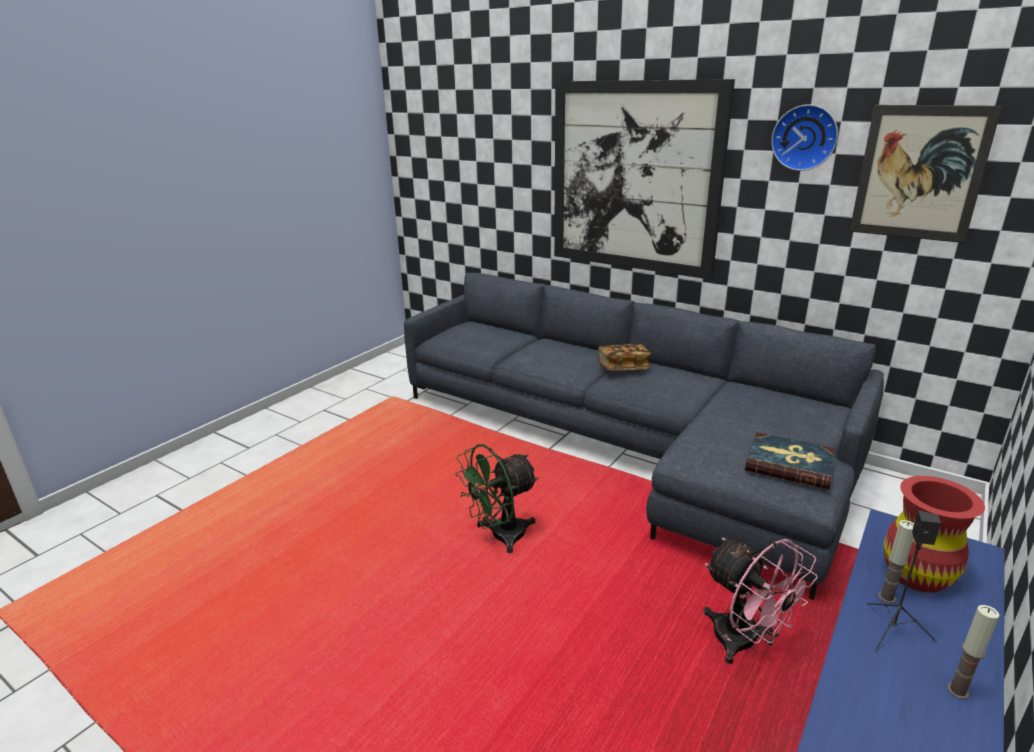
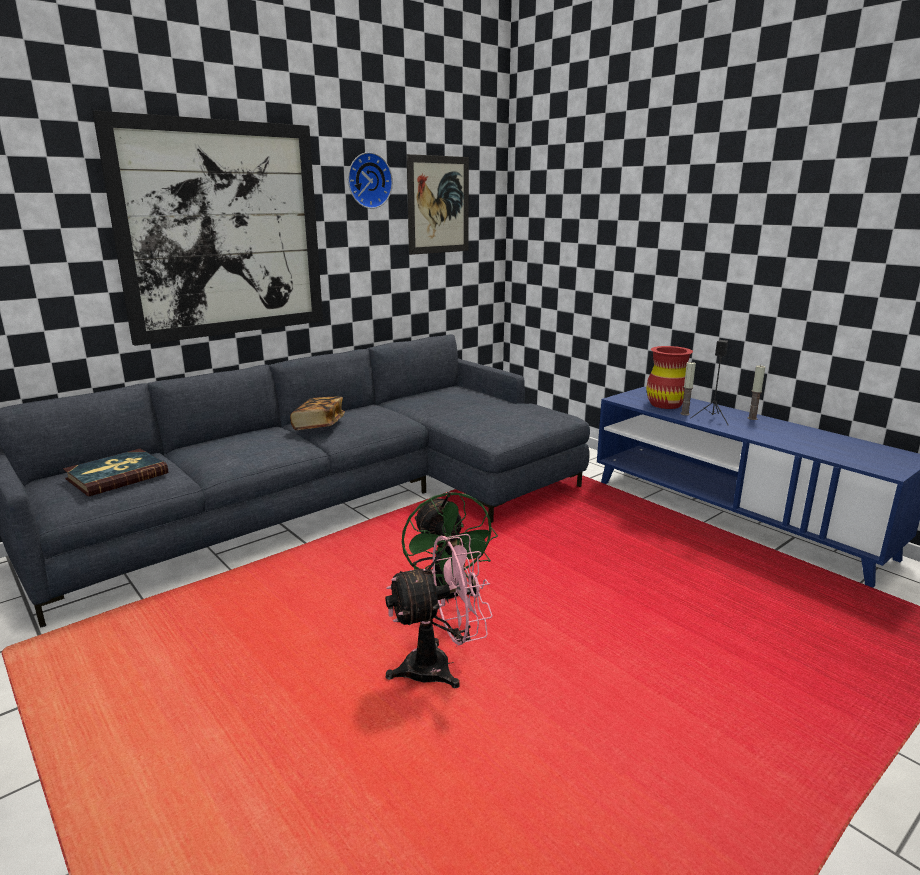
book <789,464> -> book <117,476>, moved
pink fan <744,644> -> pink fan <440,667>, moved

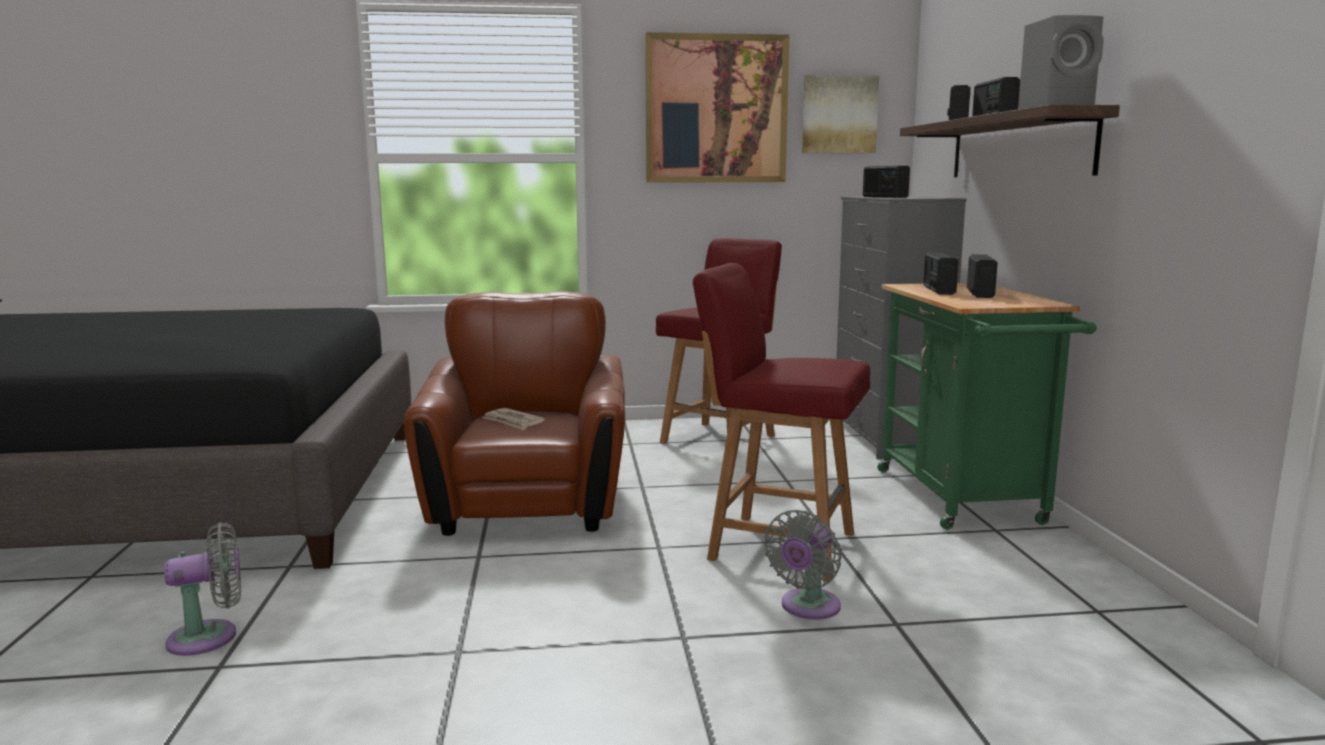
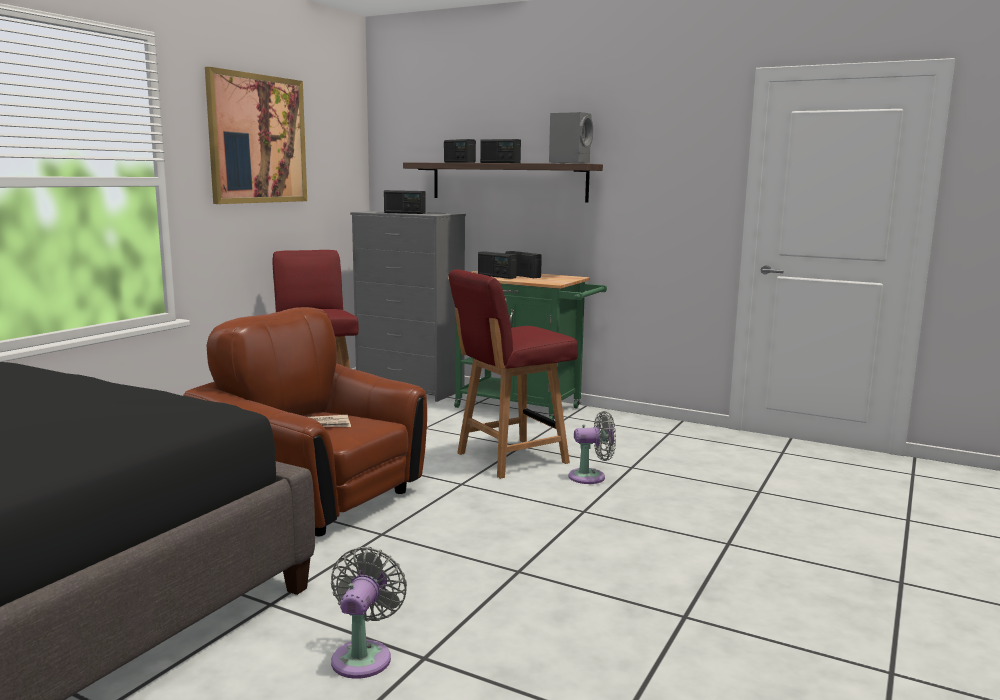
grey fan <807,608> -> grey fan <591,477>, 75 degrees counterclockwise
picture <839,114> -> none

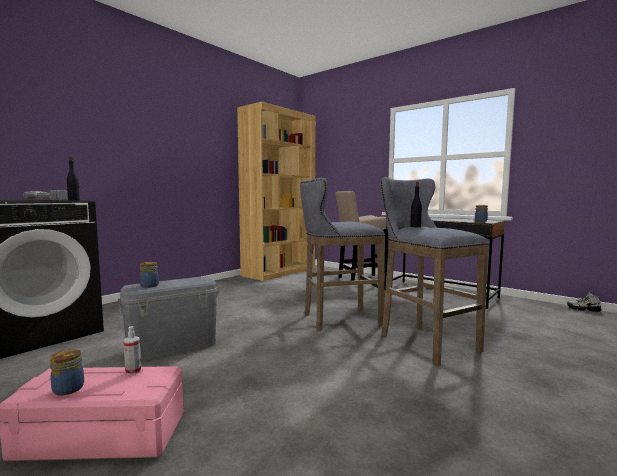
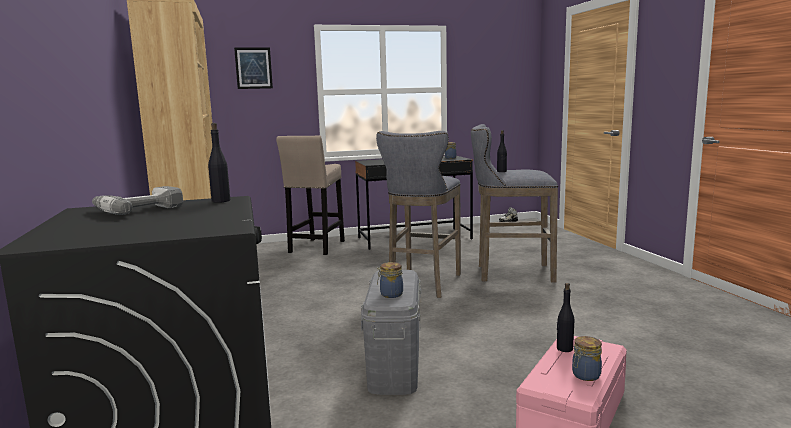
none -> picture <253,68>
spray bottle <133,371> -> black bottle <564,348>

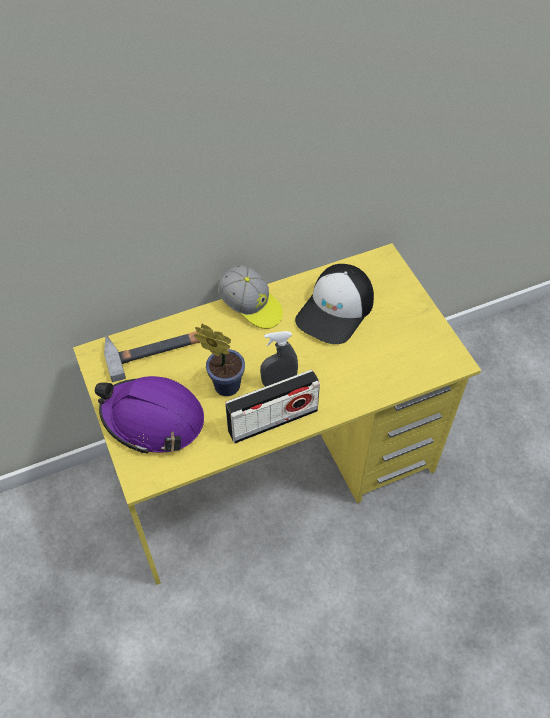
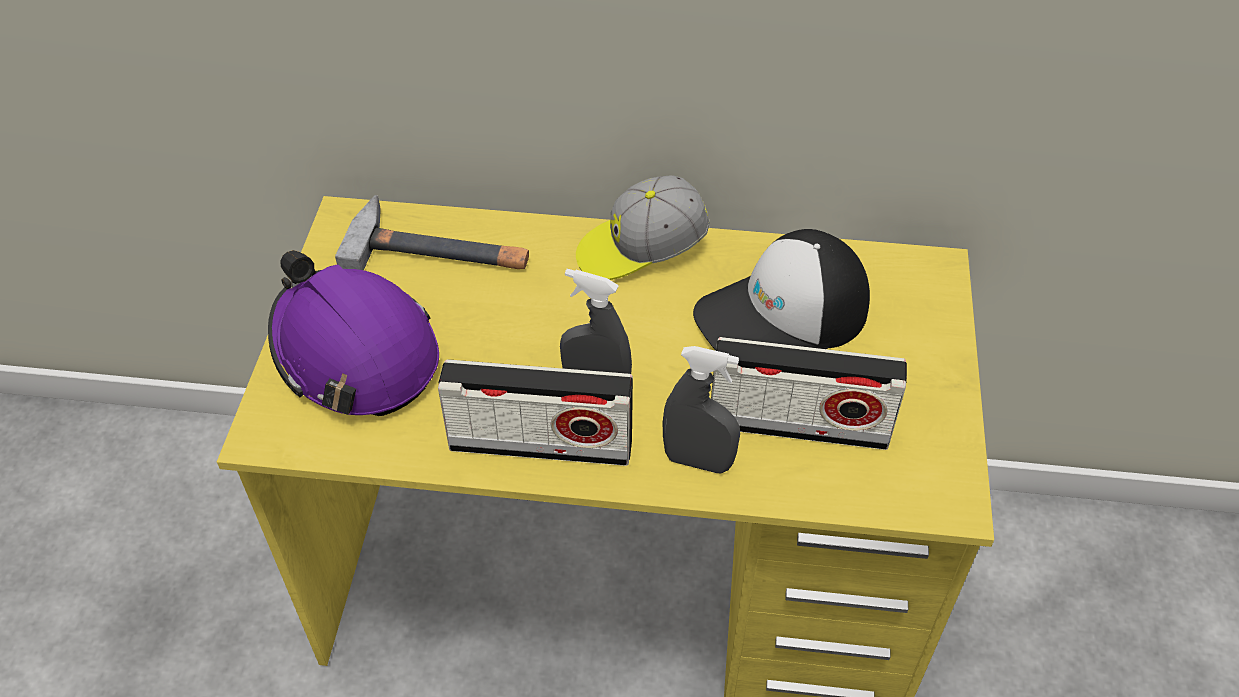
cap <251,306> -> cap <641,249>, 90 degrees clockwise
none -> grey spray bottle <698,461>
none -> radio <798,425>
potted plant <224,384> -> none

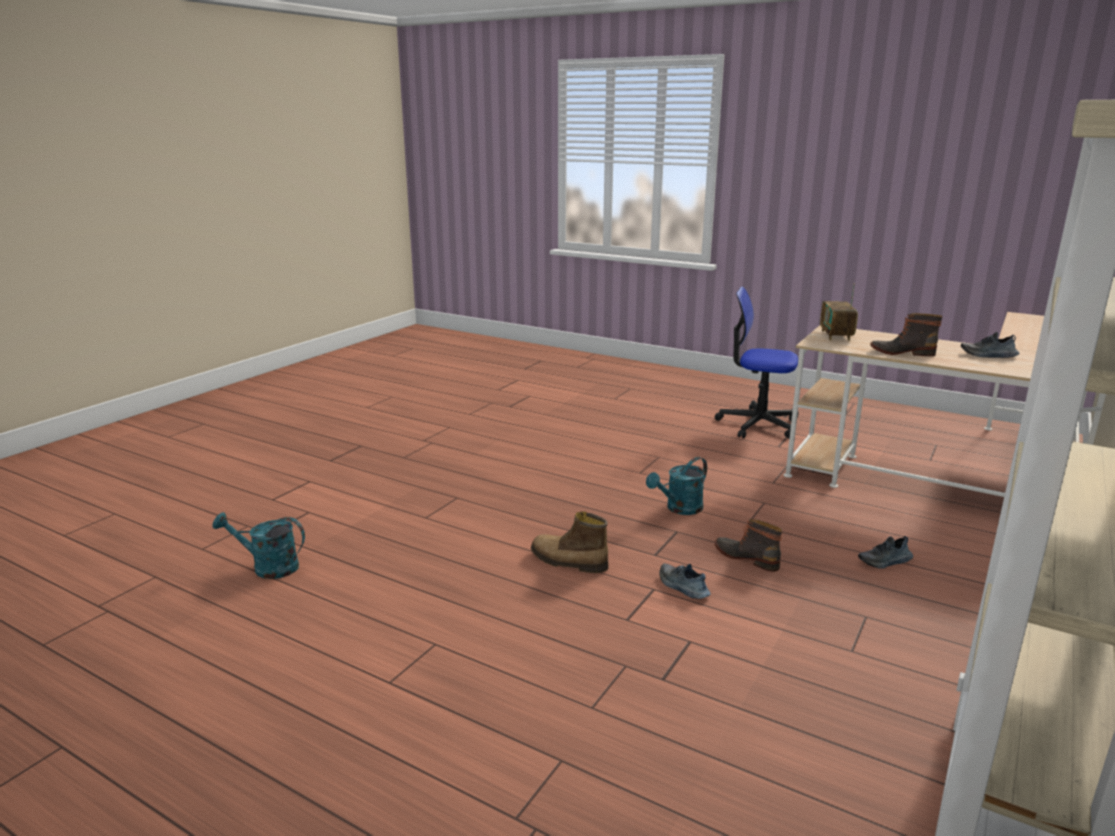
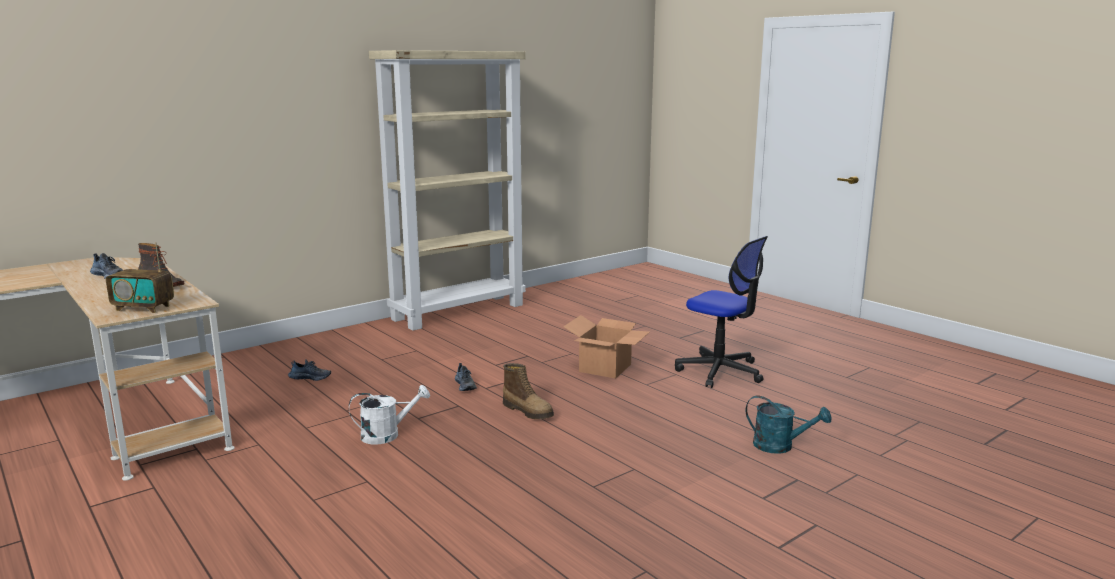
radio <836,335> -> radio <143,308>, 75 degrees clockwise
turquoise watering can <679,509> -> white watering can <387,435>
none -> cardboard box <605,367>
office chair <757,424> -> office chair <720,371>, moved
boot <747,557> -> none

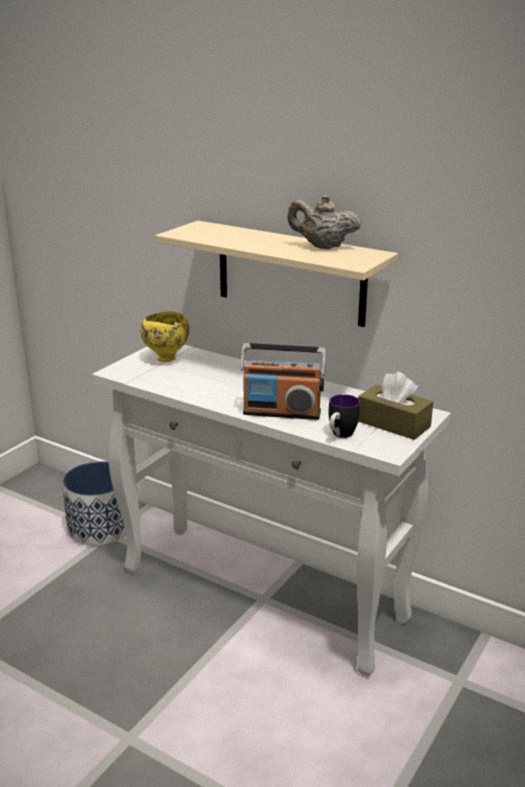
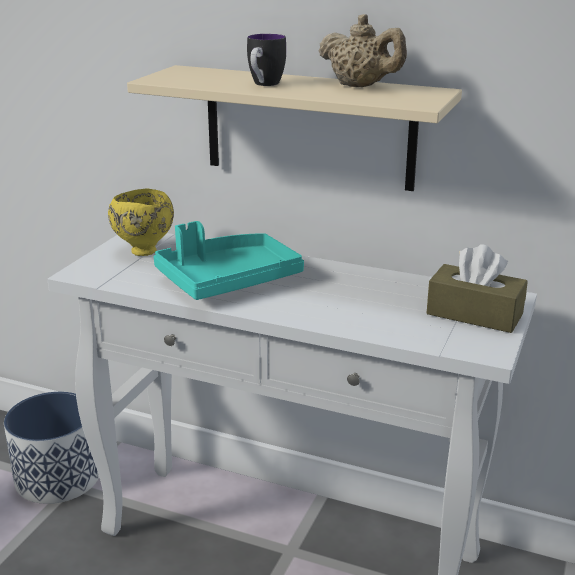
none -> turquoise tray <227,280>
mug <340,436> -> mug <264,85>, moved
beige teapot <322,247> -> beige teapot <361,86>, 150 degrees counterclockwise
radio <282,412> -> none

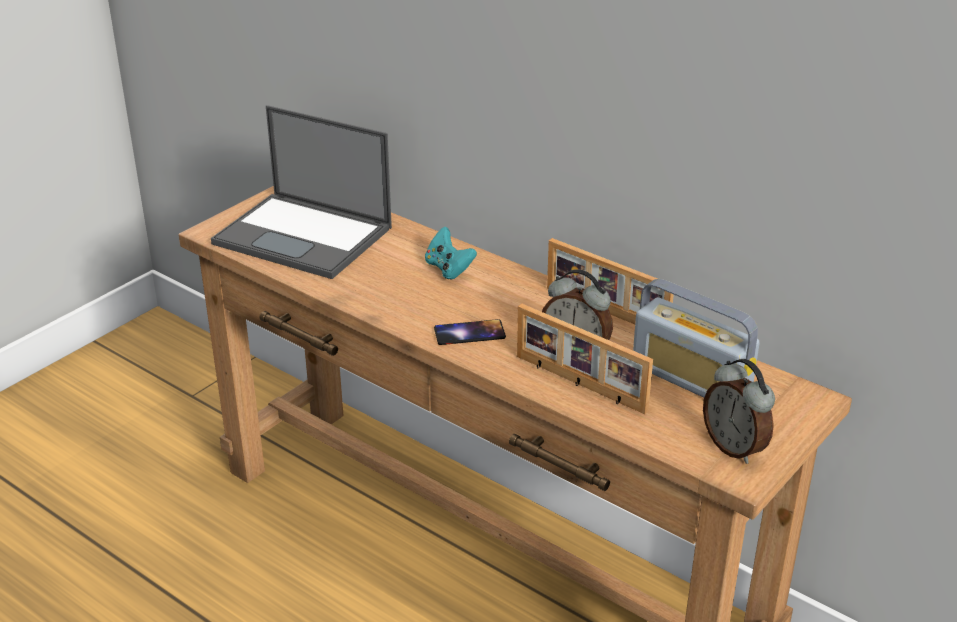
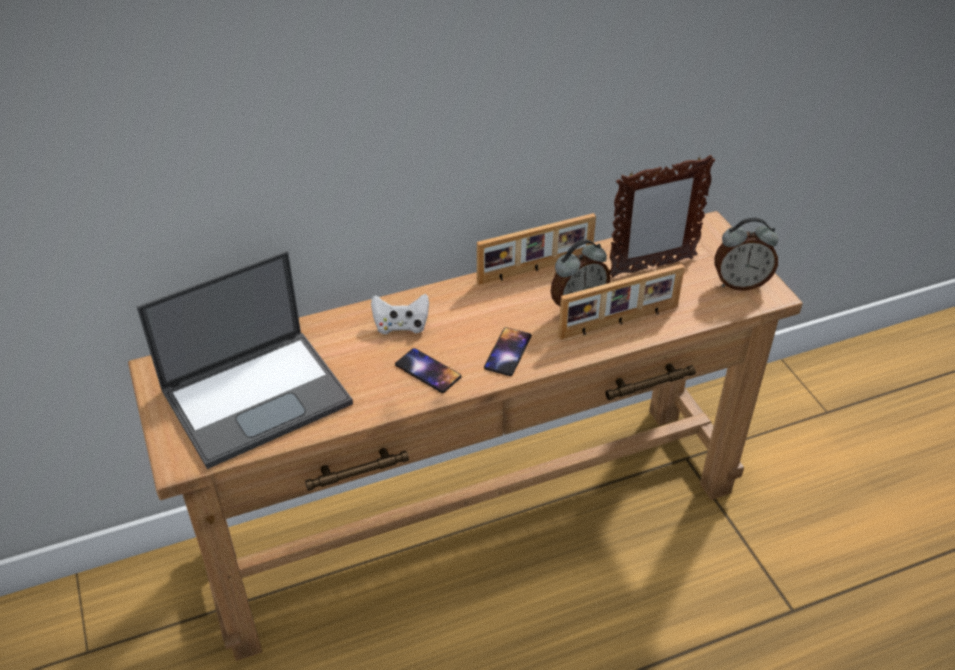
turquoise game controller <448,269> -> white game controller <401,326>
none -> phone <428,371>
radio <691,379> -> picture frame <651,267>

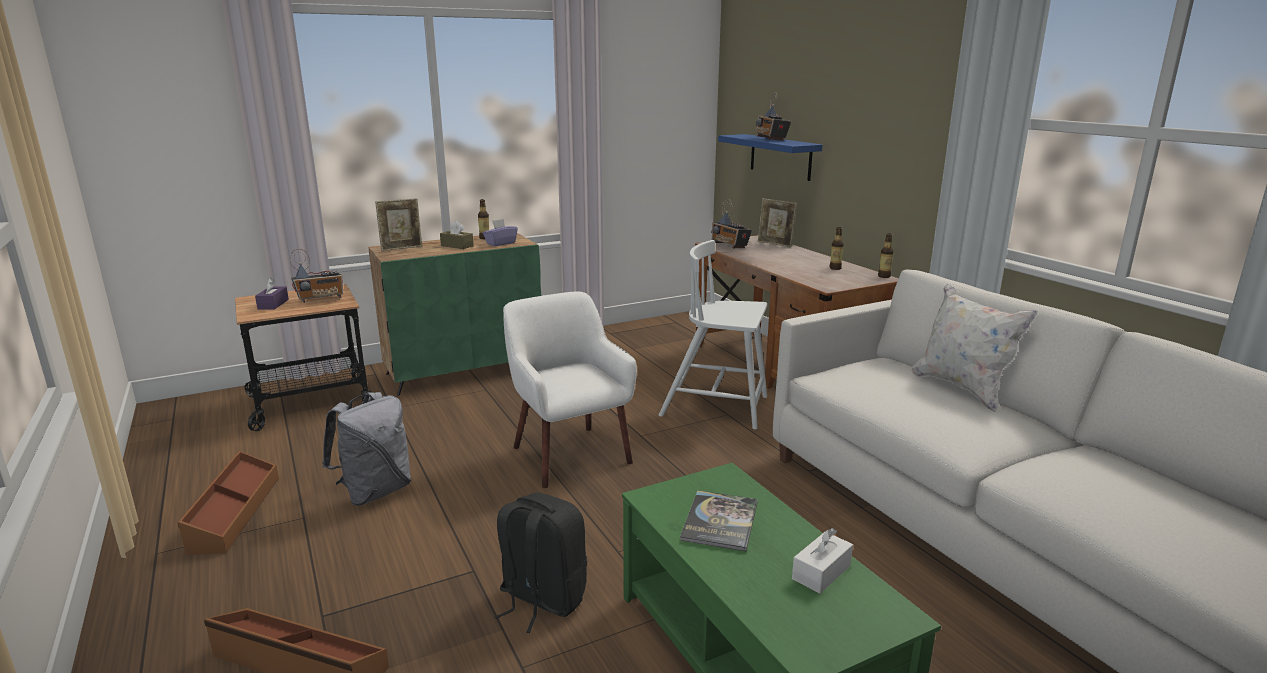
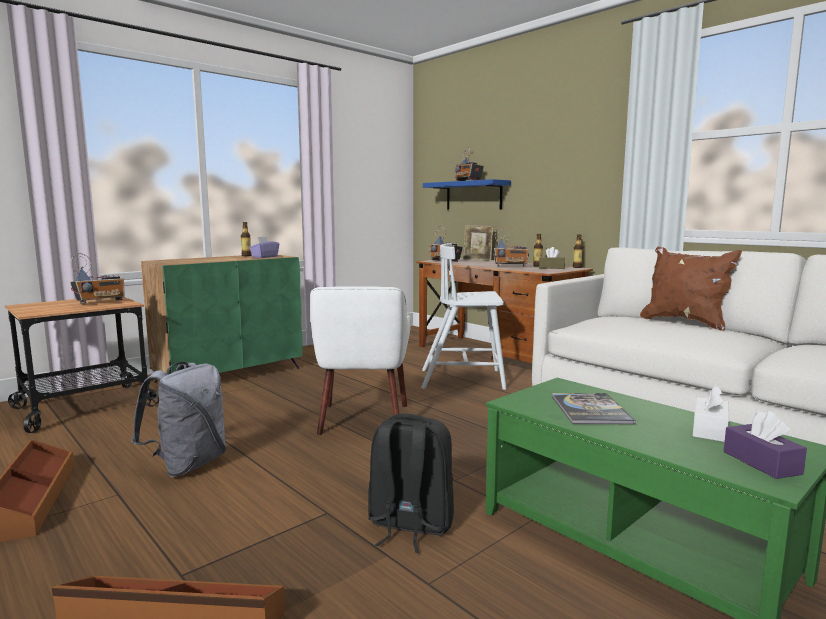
white armchair <569,454> -> white armchair <363,419>, 135 degrees counterclockwise
none -> radio <511,267>
brown tissue box <457,246> -> brown tissue box <551,268>, moved
white pillow <962,389> -> brown pillow <684,322>
purple tissue box <273,304> -> purple tissue box <761,462>, moved
picture frame <402,248> -> none

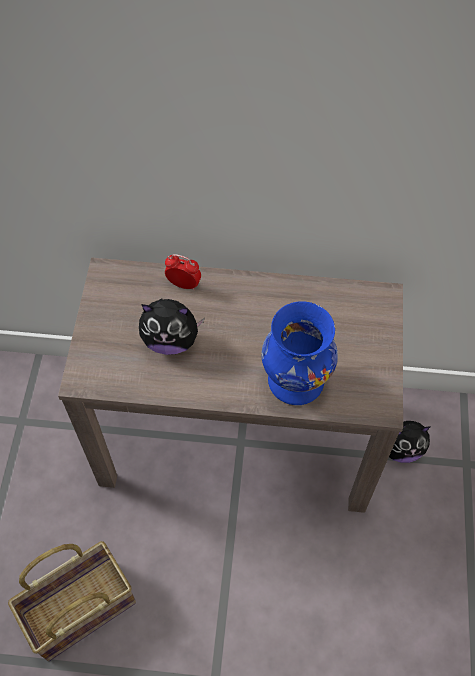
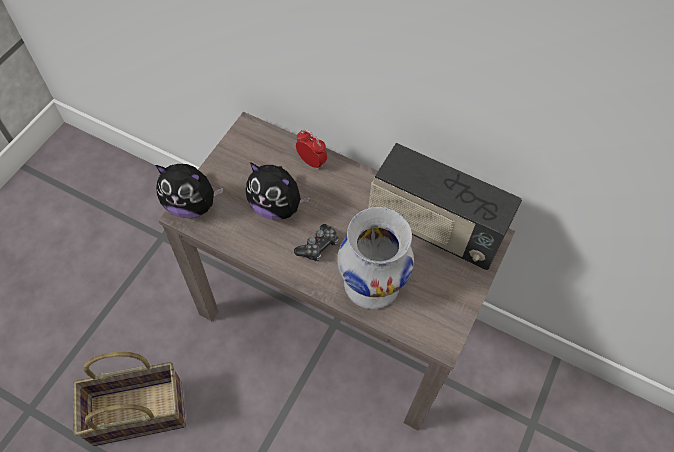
plush toy <401,448> -> plush toy <192,205>, moved
none -> game controller <318,246>
blue vase <295,382> -> white vase <371,285>
none -> radio <434,228>

